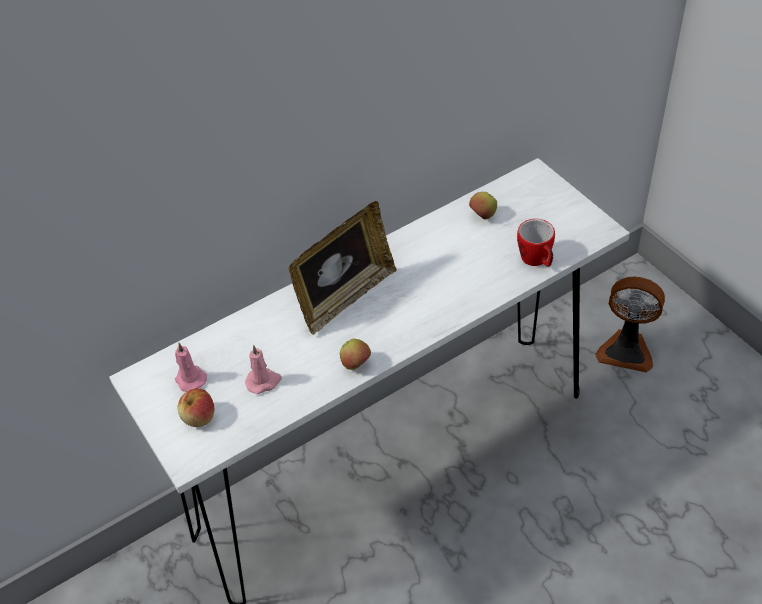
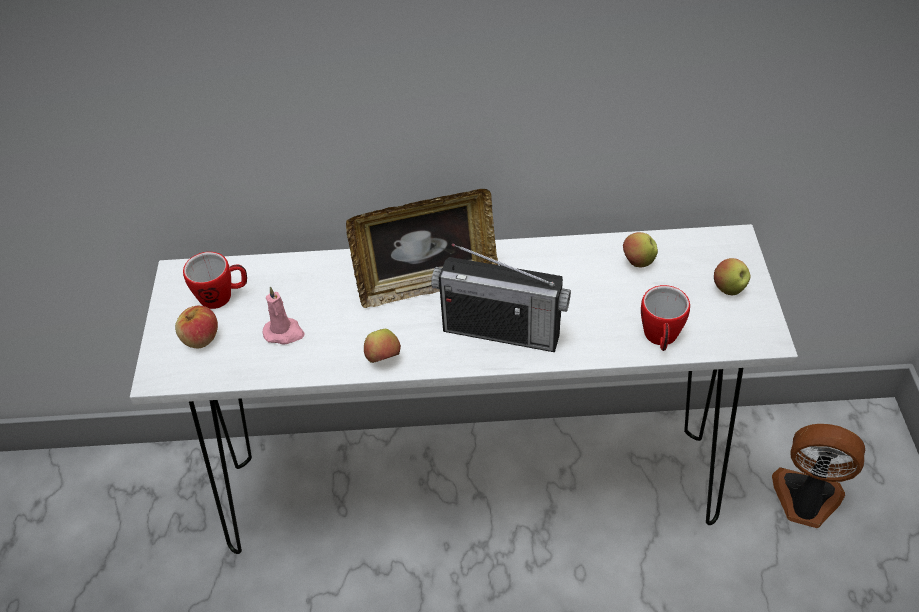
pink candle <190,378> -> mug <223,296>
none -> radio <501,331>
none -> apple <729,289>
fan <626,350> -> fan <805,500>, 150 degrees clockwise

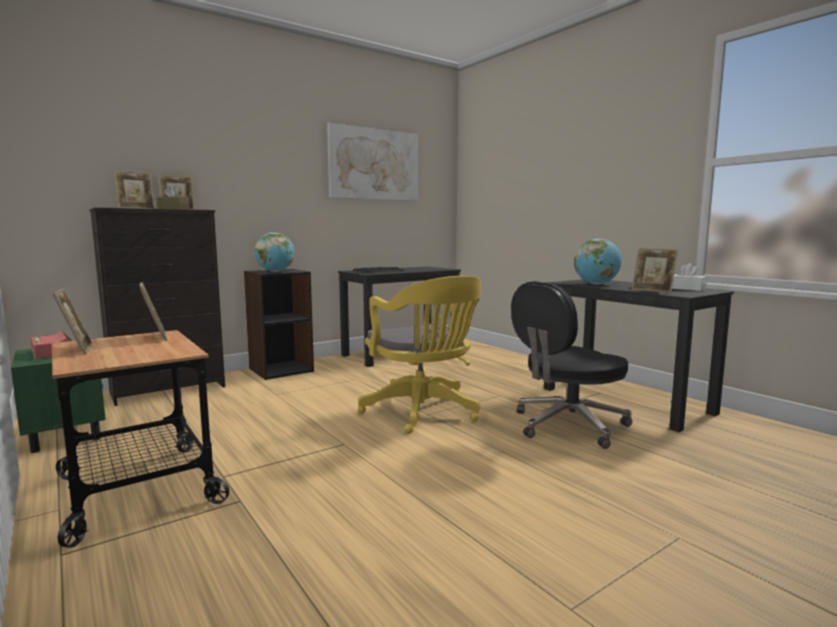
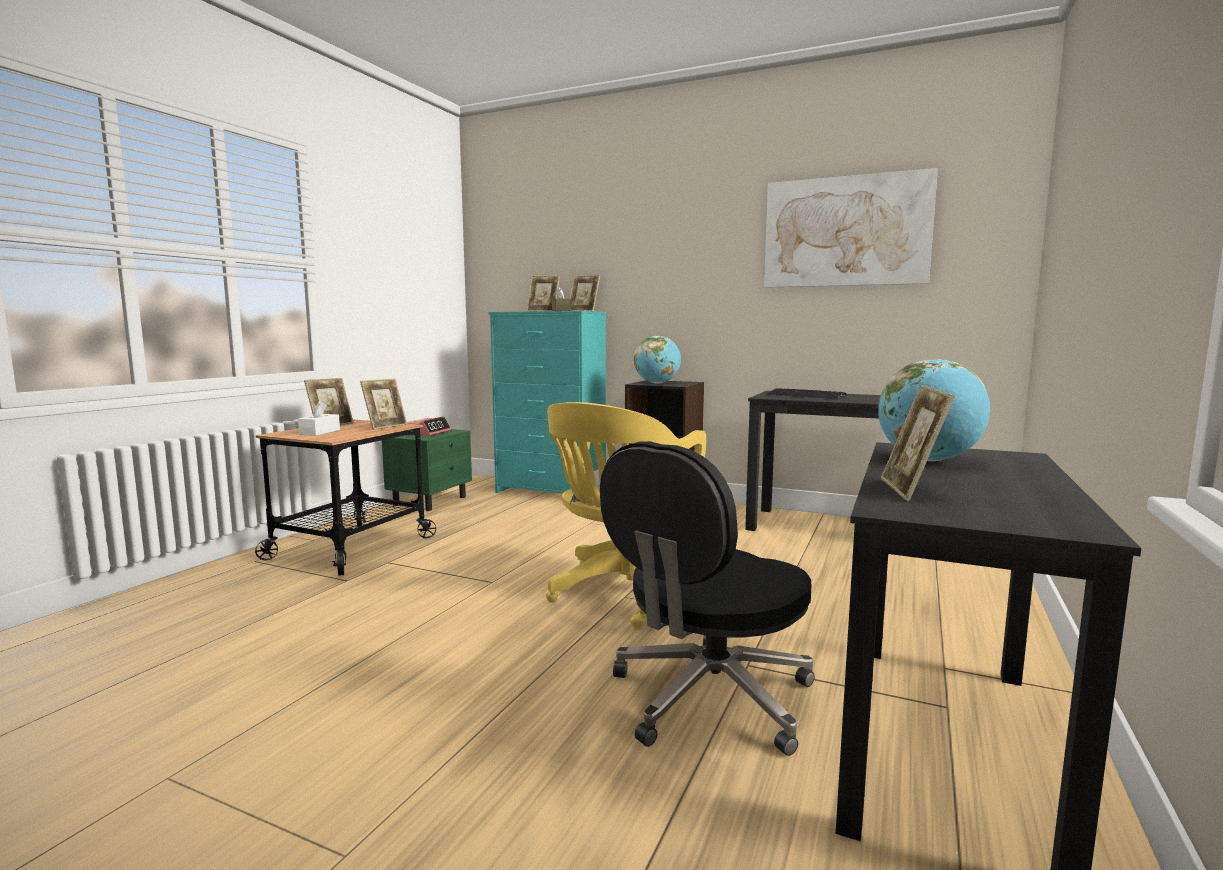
white tissue box <686,289> -> white tissue box <320,432>, moved
black dresser <169,389> -> turquoise dresser <551,492>
black office chair <568,425> -> black office chair <709,698>, 75 degrees counterclockwise

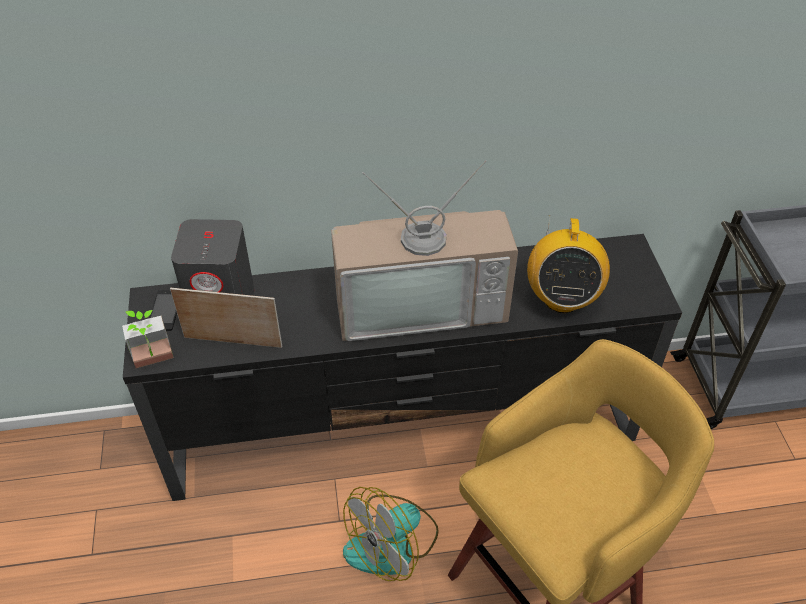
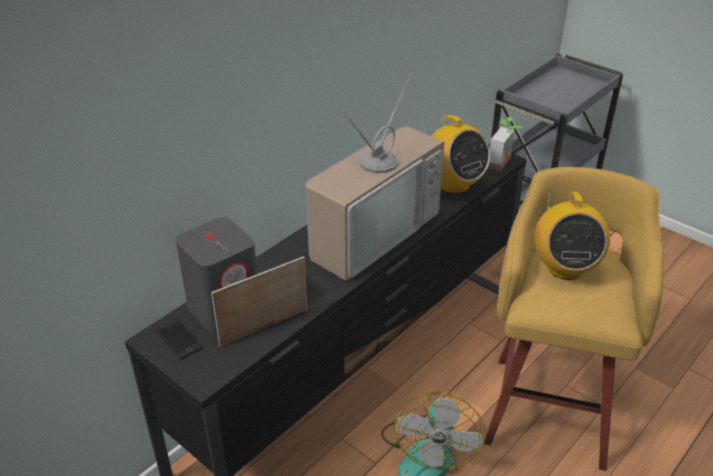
potted plant <154,362> -> potted plant <504,164>, moved
none -> radio <564,268>

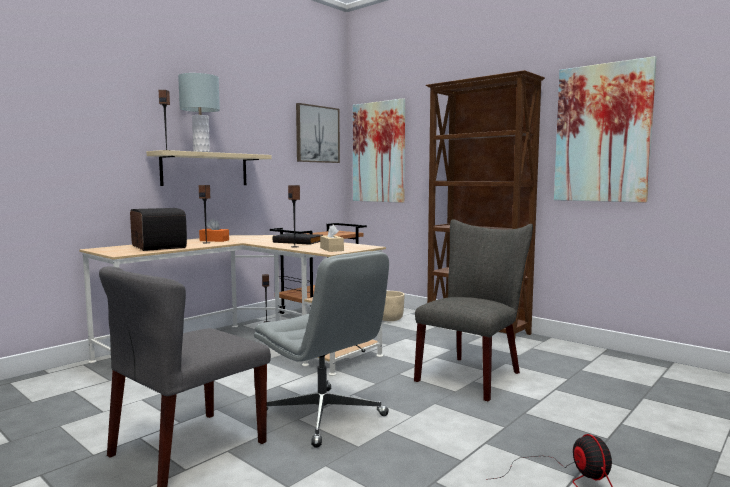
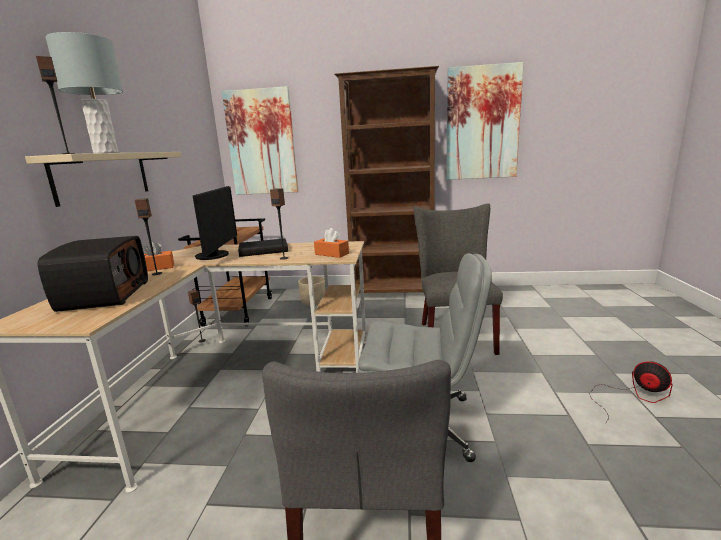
radio <157,246> -> radio <104,295>, 60 degrees clockwise
none -> monitor <216,255>
beige tissue box <331,249> -> orange tissue box <331,254>
picture <317,134> -> none

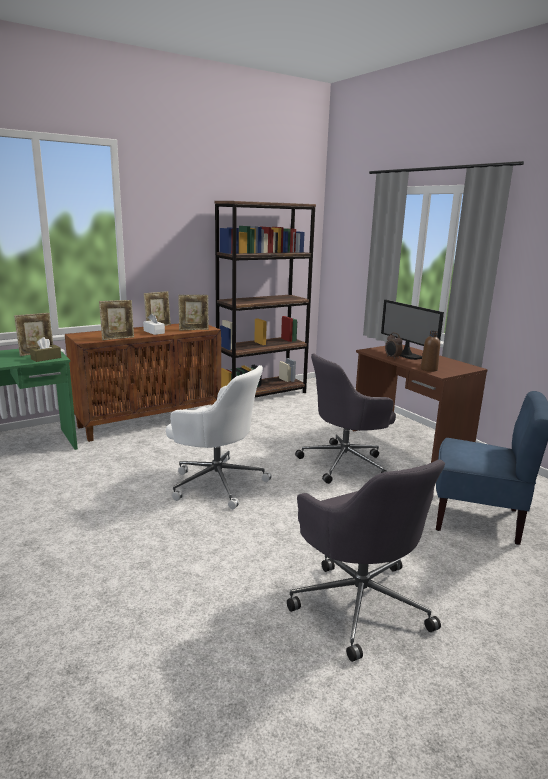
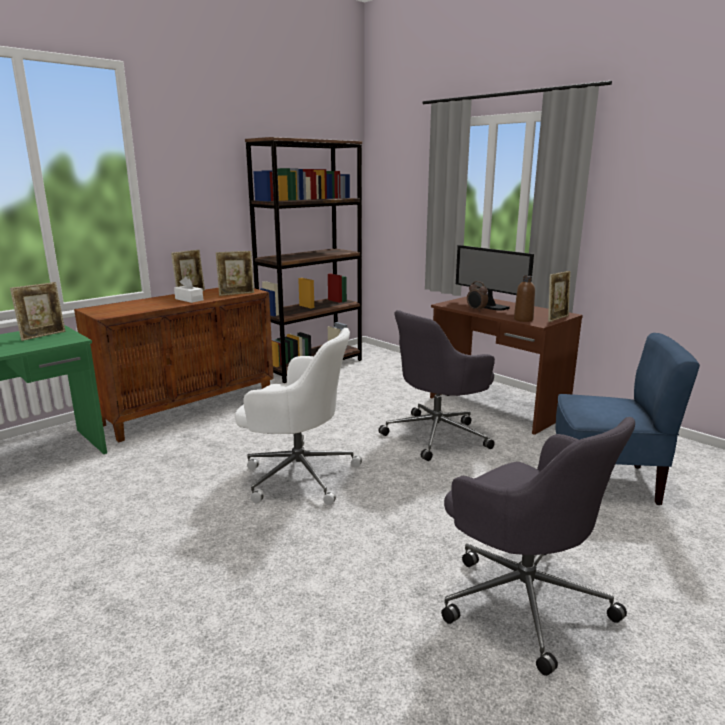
picture frame <118,338> -> picture frame <557,318>, moved
brown tissue box <46,358> -> none

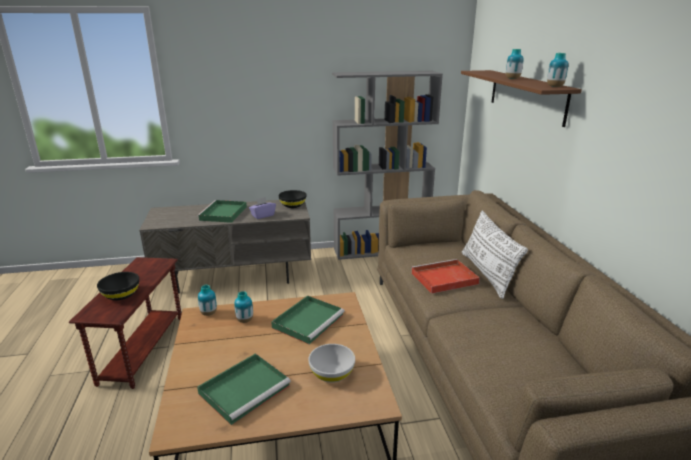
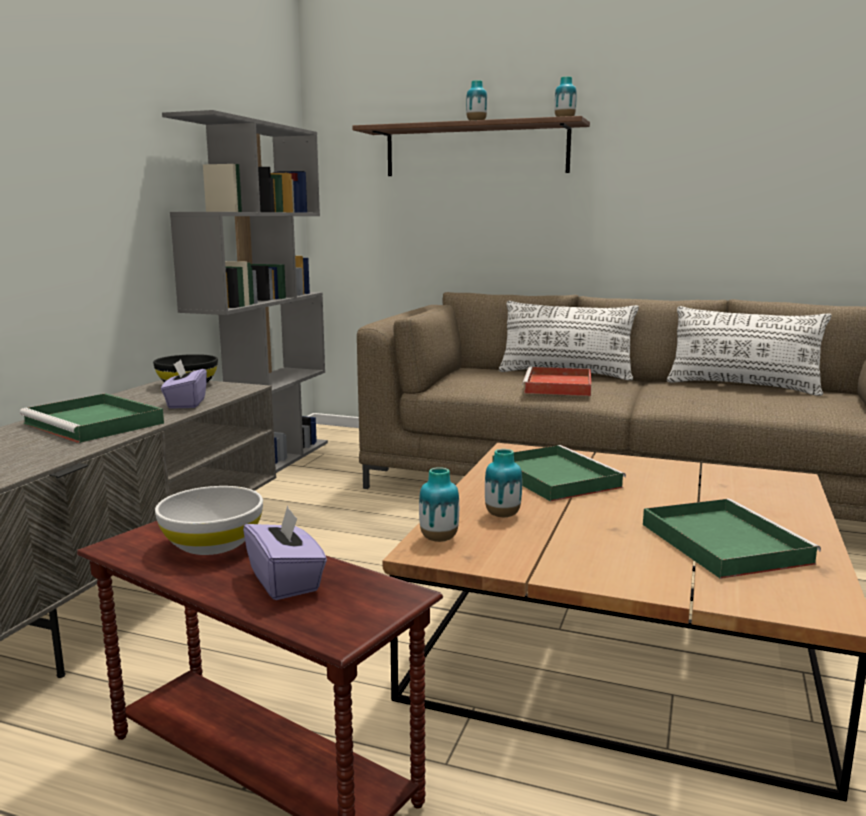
white bowl <332,373> -> white bowl <213,544>, moved
black bowl <121,295> -> purple tissue box <286,581>
none -> white pillow <742,387>

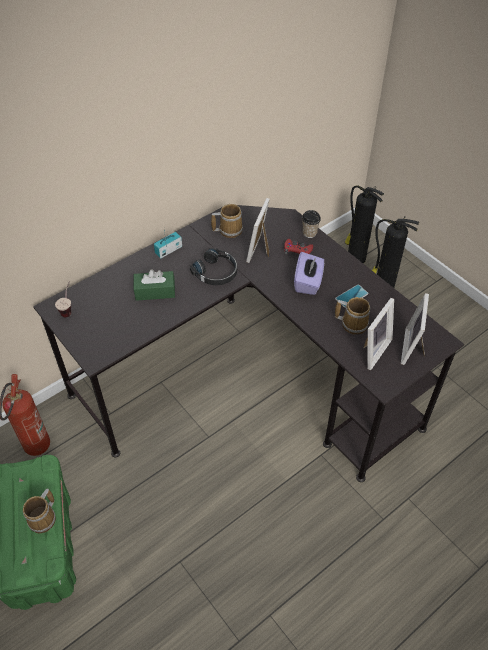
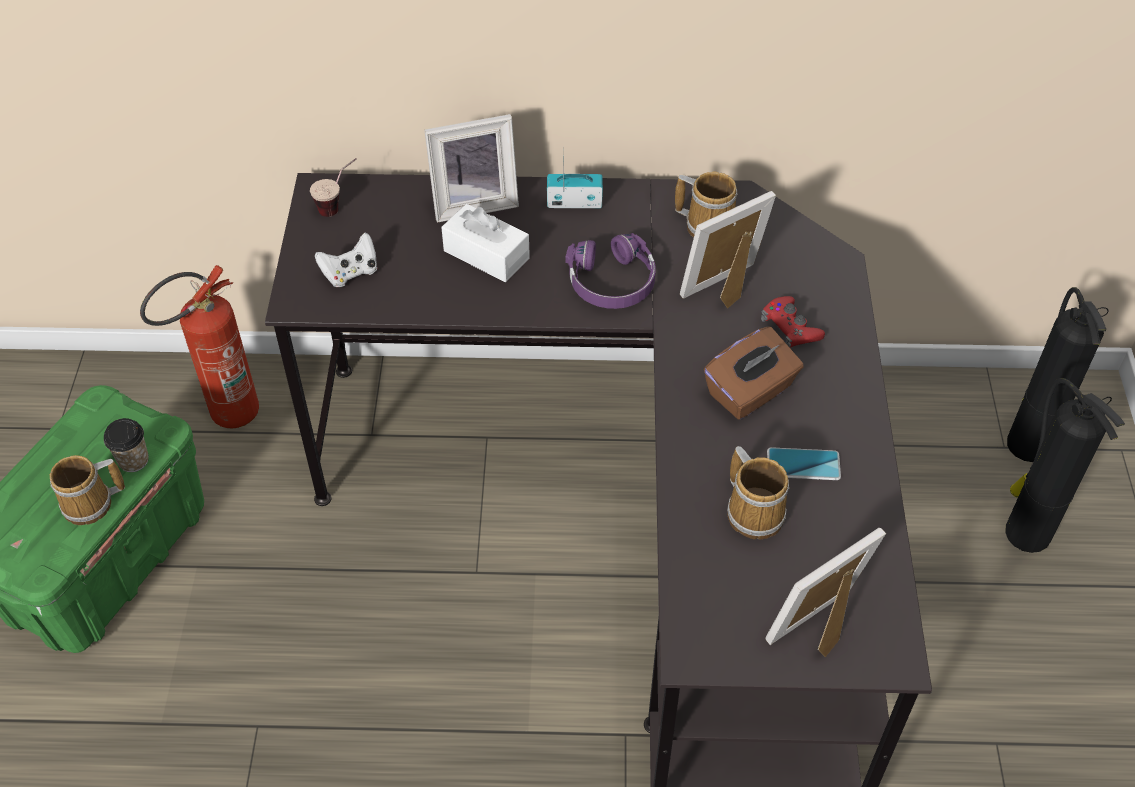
cup <309,233> -> cup <133,460>, moved
none -> white game controller <350,273>
picture frame <372,350> -> picture frame <473,203>, moved
green tissue box <155,291> -> white tissue box <486,254>
black headphones <216,272> -> purple headphones <612,282>
purple tissue box <308,282> -> brown tissue box <750,392>

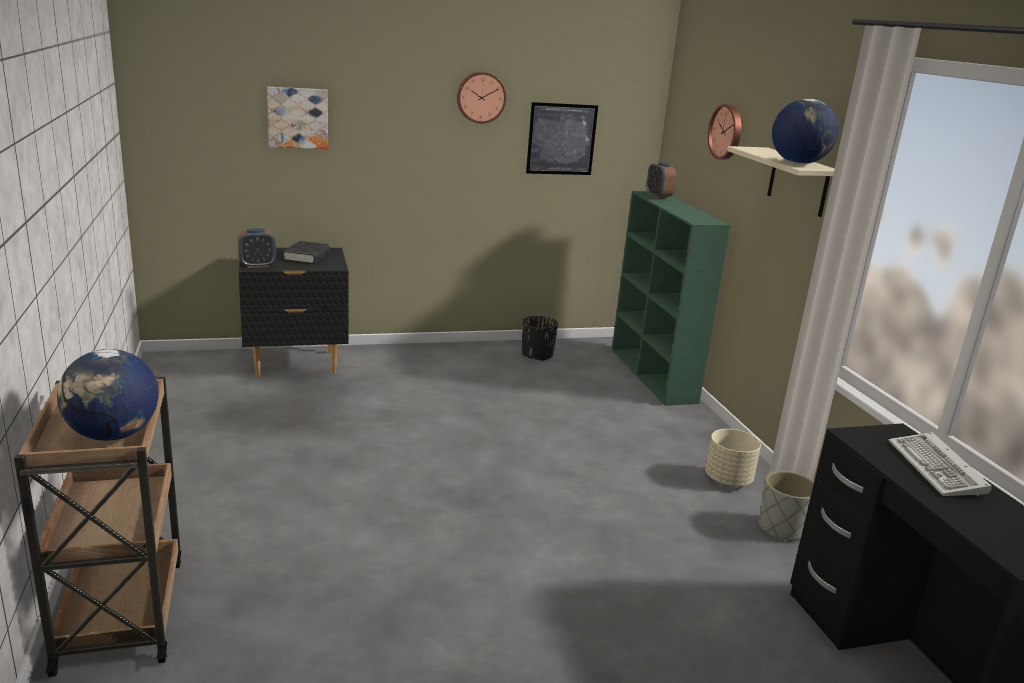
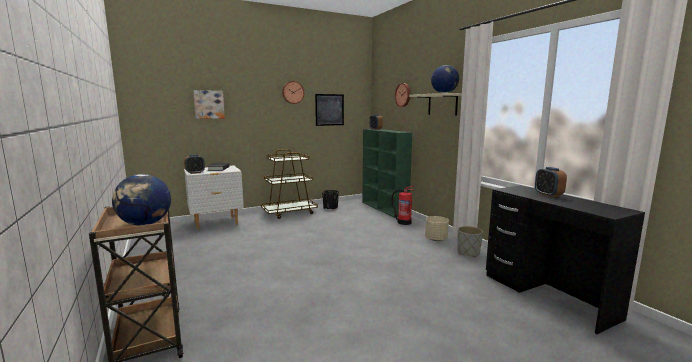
black nightstand <295,364> -> white nightstand <216,223>
none -> brown cart <289,212>
none -> fire extinguisher <403,222>
keyboard <938,470> -> alarm clock <548,195>

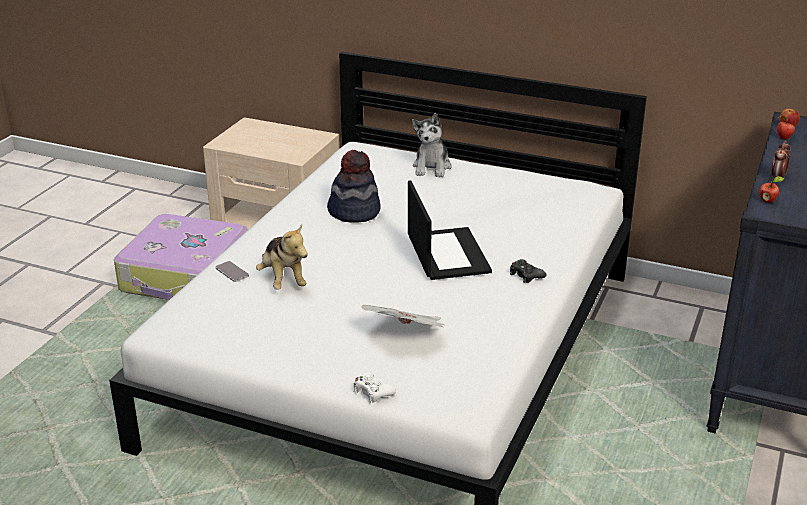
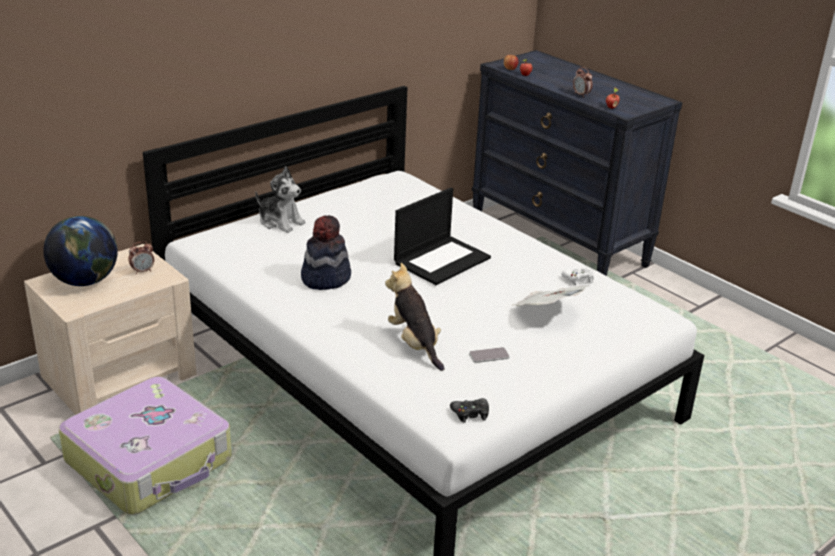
none -> globe <85,281>
none -> alarm clock <142,271>
plush toy <283,280> -> plush toy <414,344>, 120 degrees counterclockwise
laptop <446,253> -> laptop <442,260>, 120 degrees clockwise
black game controller <526,275> -> black game controller <470,414>, moved
phone <232,272> -> phone <489,356>, moved
white game controller <372,392> -> white game controller <578,279>, moved

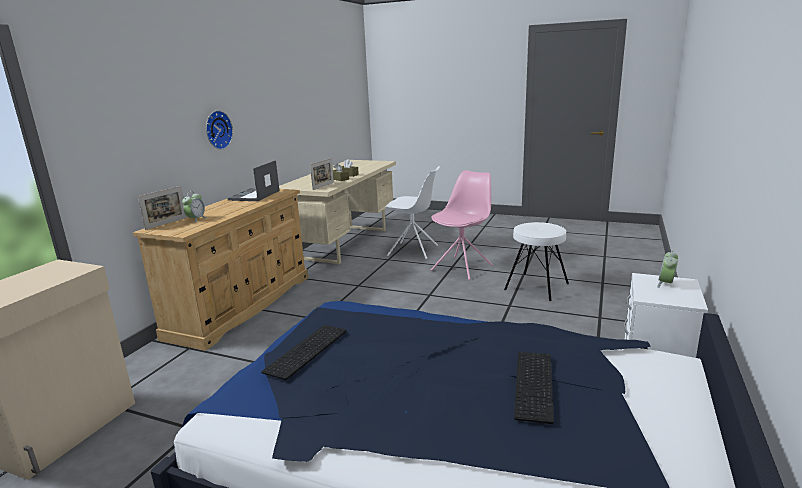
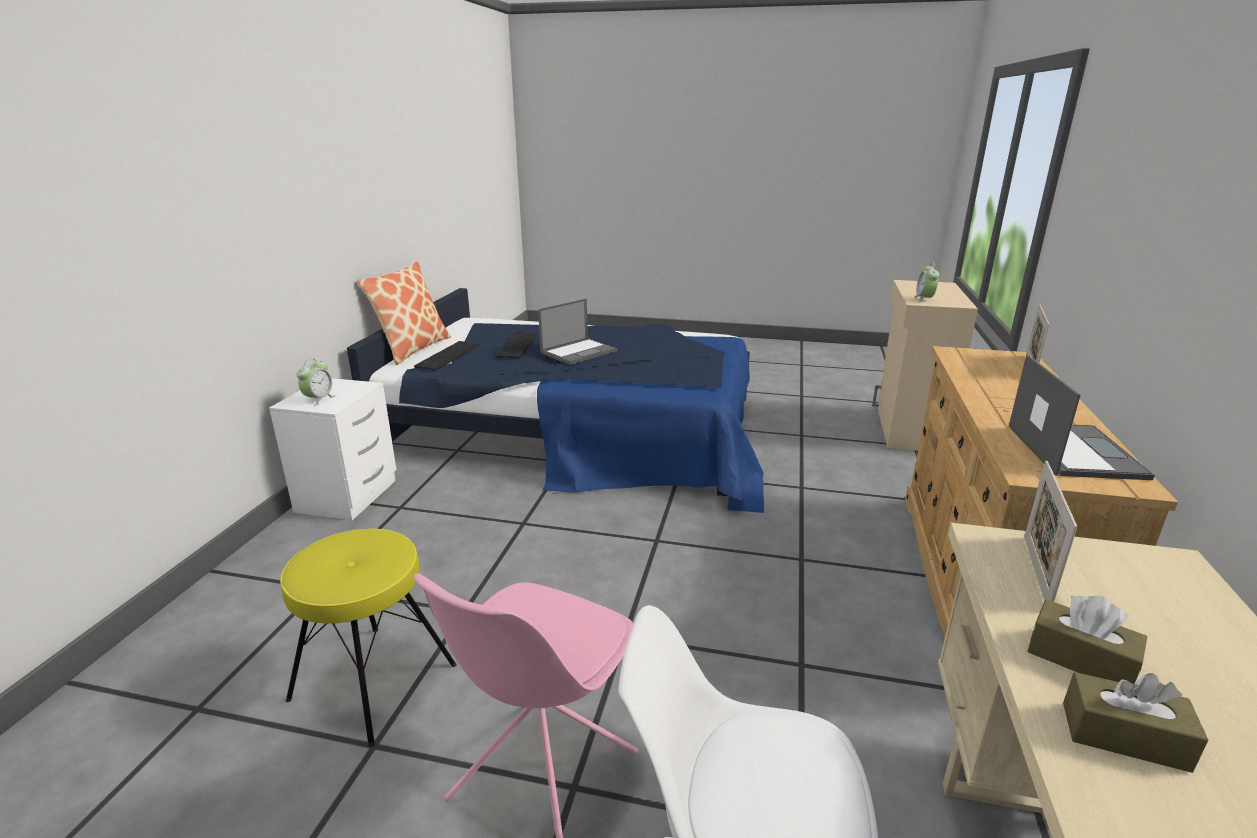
white stool <536,286> -> yellow stool <373,682>
none -> pillow <412,349>
keyboard <307,351> -> keyboard <447,355>, moved
none -> laptop <579,352>
alarm clock <196,219> -> alarm clock <924,299>, moved
wall clock <217,130> -> none

